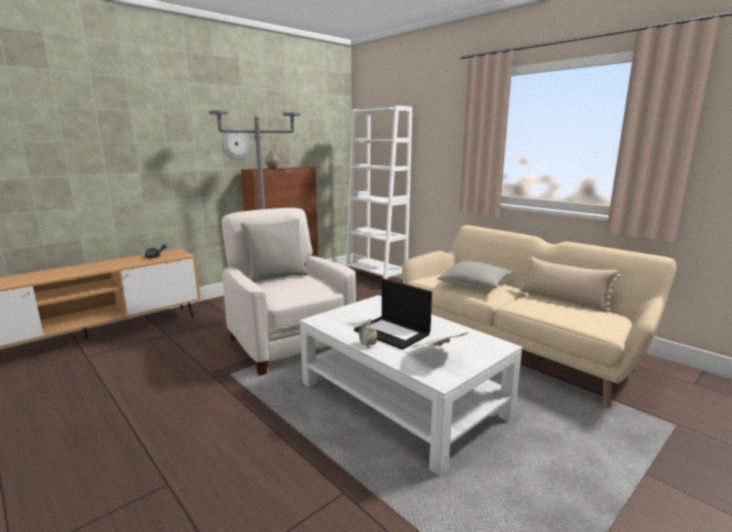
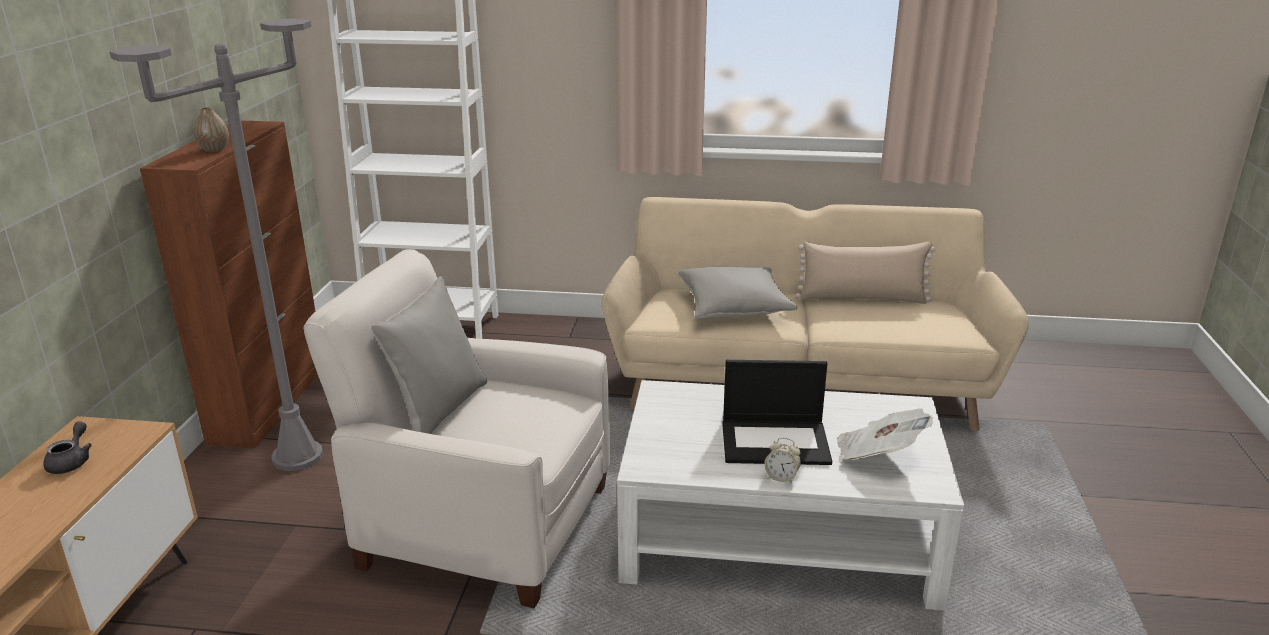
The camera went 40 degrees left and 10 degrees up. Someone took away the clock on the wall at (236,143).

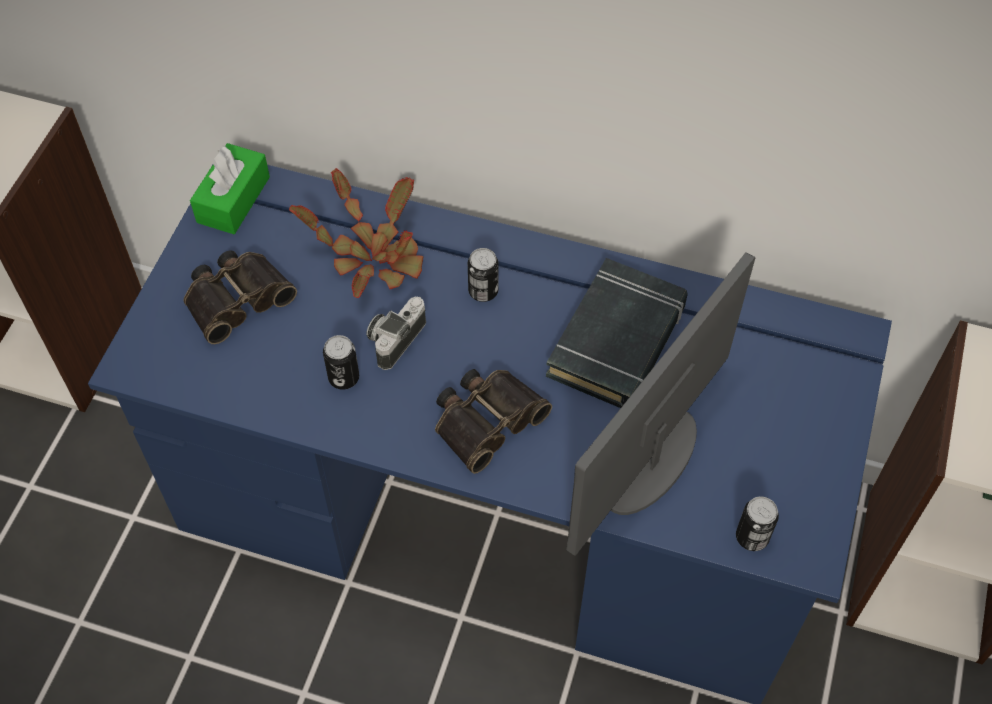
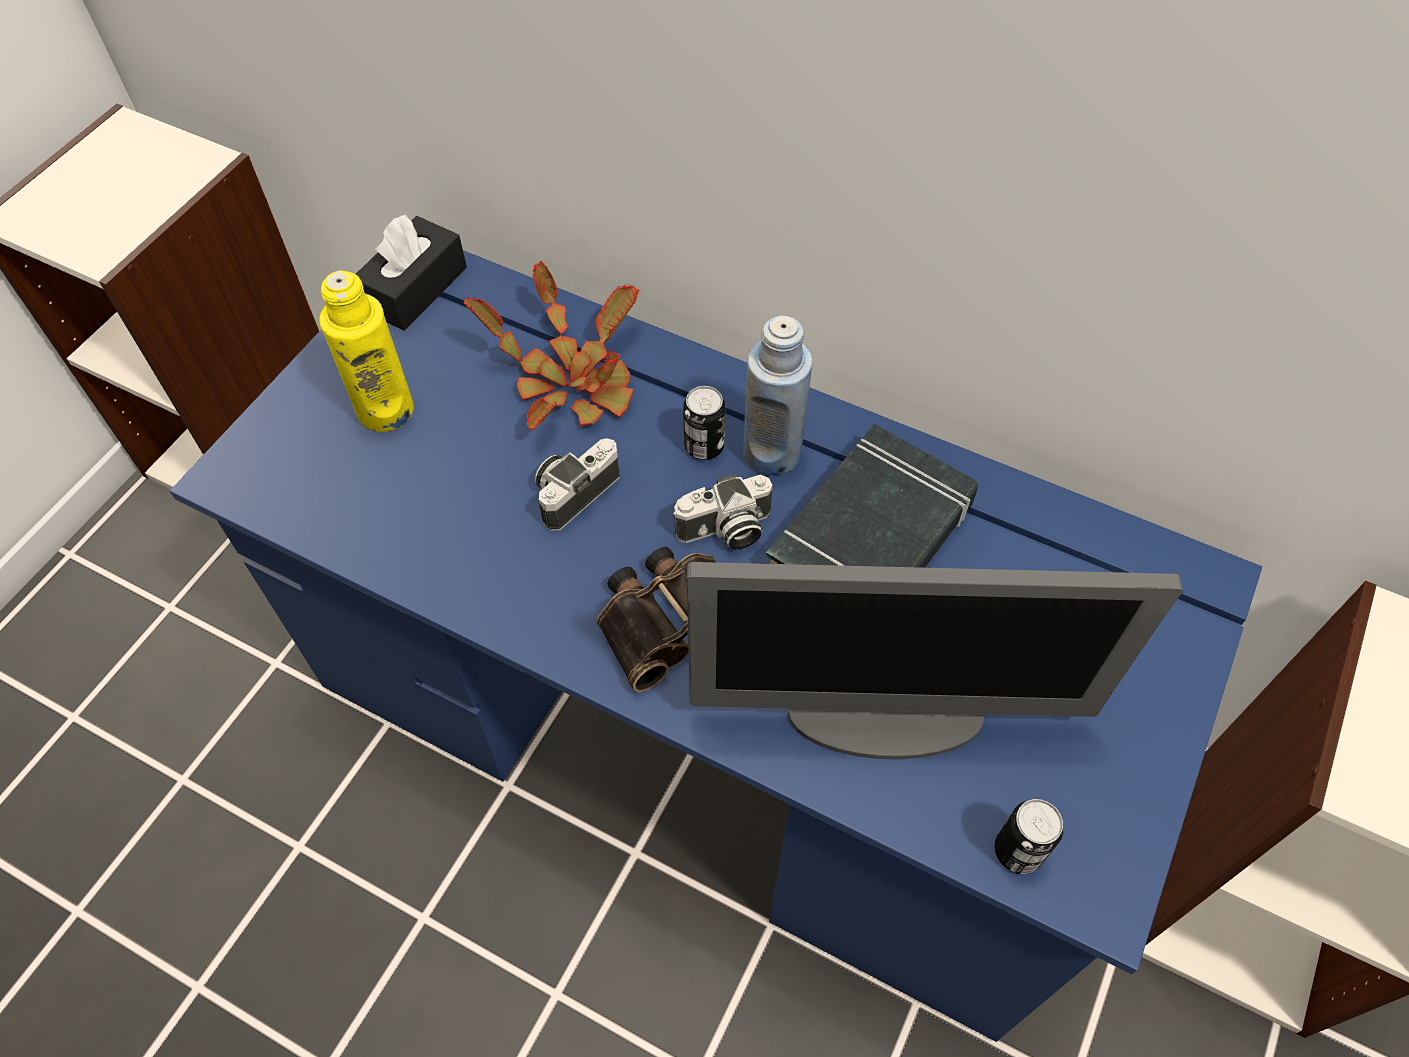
The camera went 10 degrees right and 0 degrees up. Someone swapped the field glasses at (236,298) for the yellow-coloured drink bottle at (385,410). Someone repainted the green-coloured tissue box at (233,199), which became the black-coloured tissue box at (415,288). Someone put down the photo camera at (725,531). Someone rotated the computer screen at (650,463) by 135 degrees counterclockwise. Someone put down the blue drink bottle at (772,452). Someone took away the metal can at (344,378).

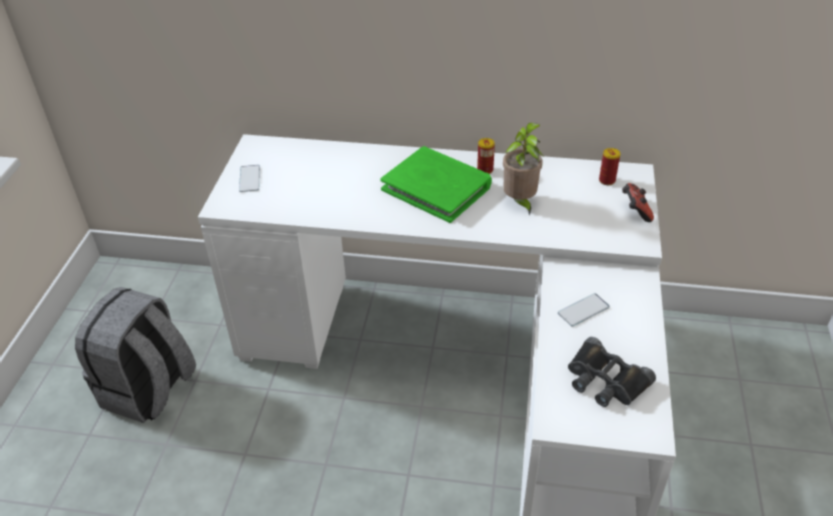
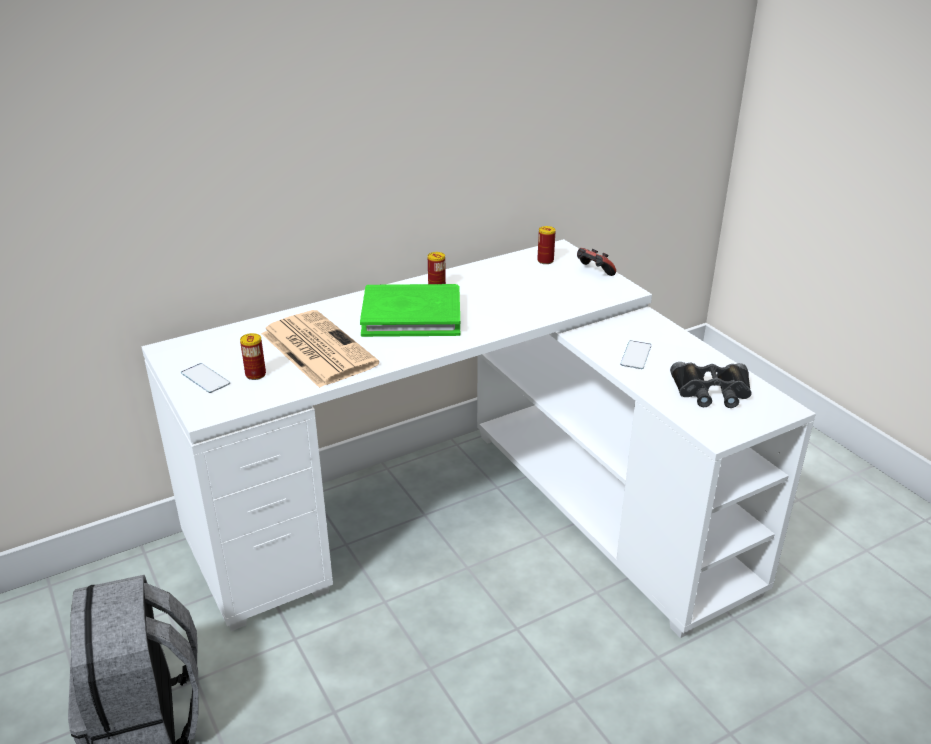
The camera went 40 degrees left and 10 degrees down. Someone put down the metal can at (255,374). Someone put down the printed paper at (316,348). Someone took away the plant in a pot at (520,202).

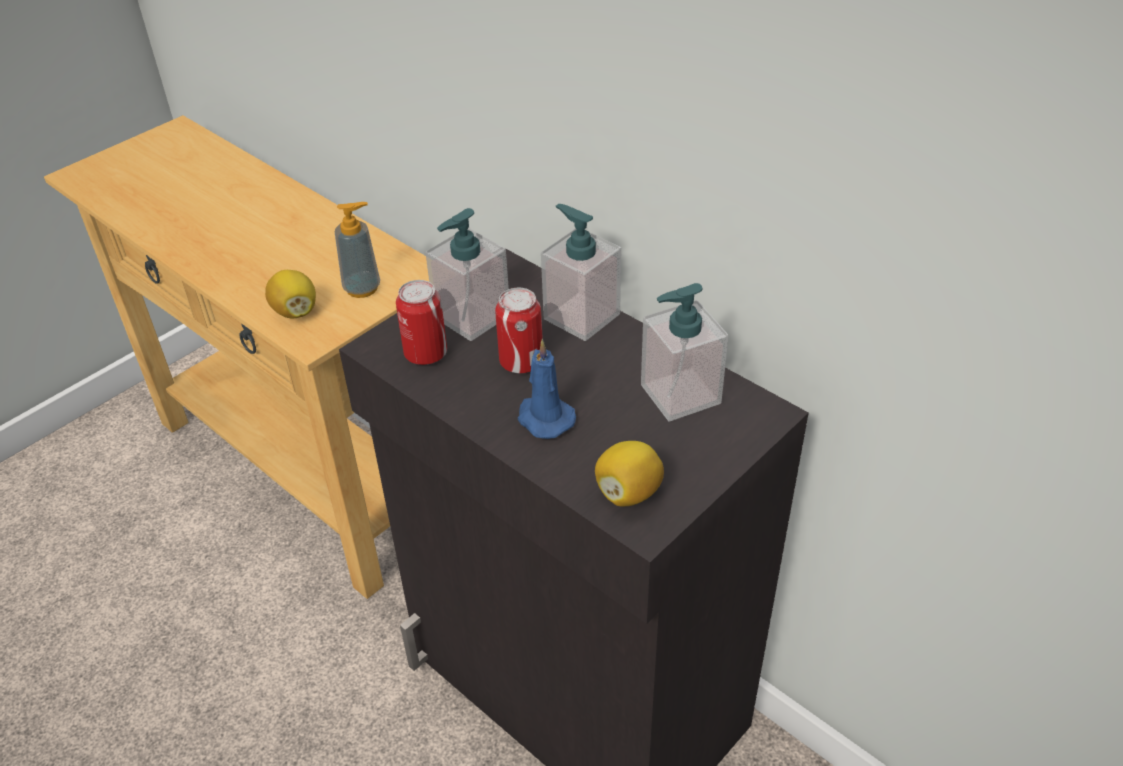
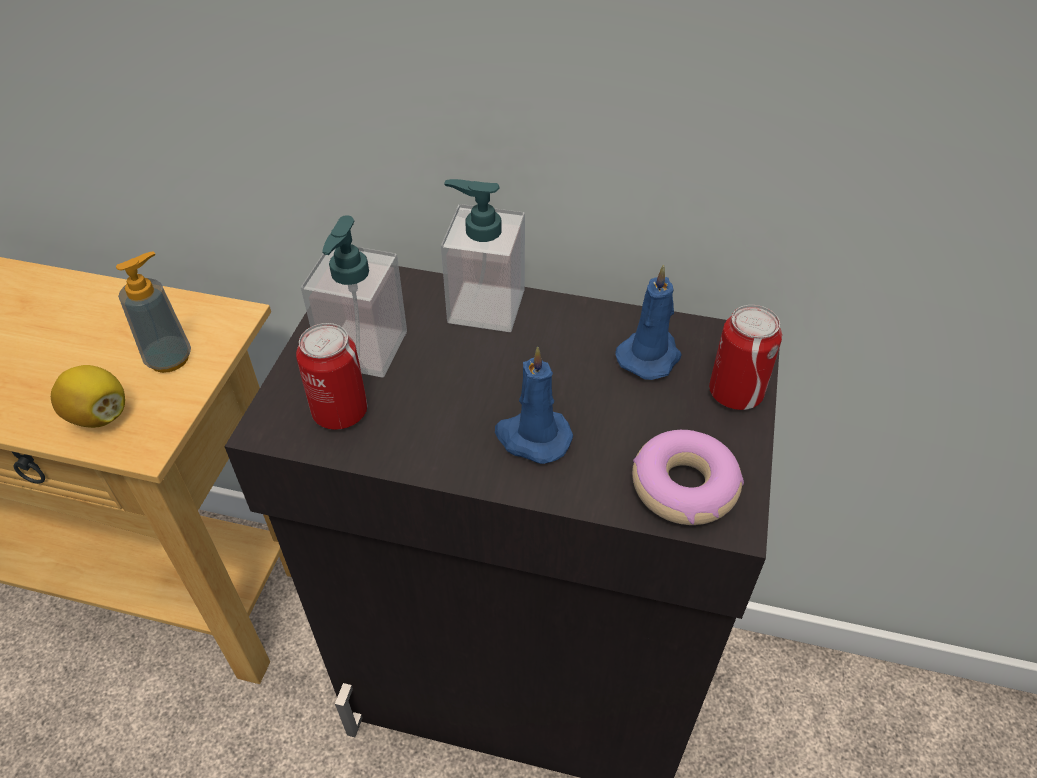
The camera went 30 degrees left and 5 degrees up. Someone swapped the soap dispenser at (680,394) for the blue candle at (650,355). Someone swapped the citrus fruit at (628,492) for the doughnut at (684,487). Someone carried the metal can from (521,362) to (735,393).

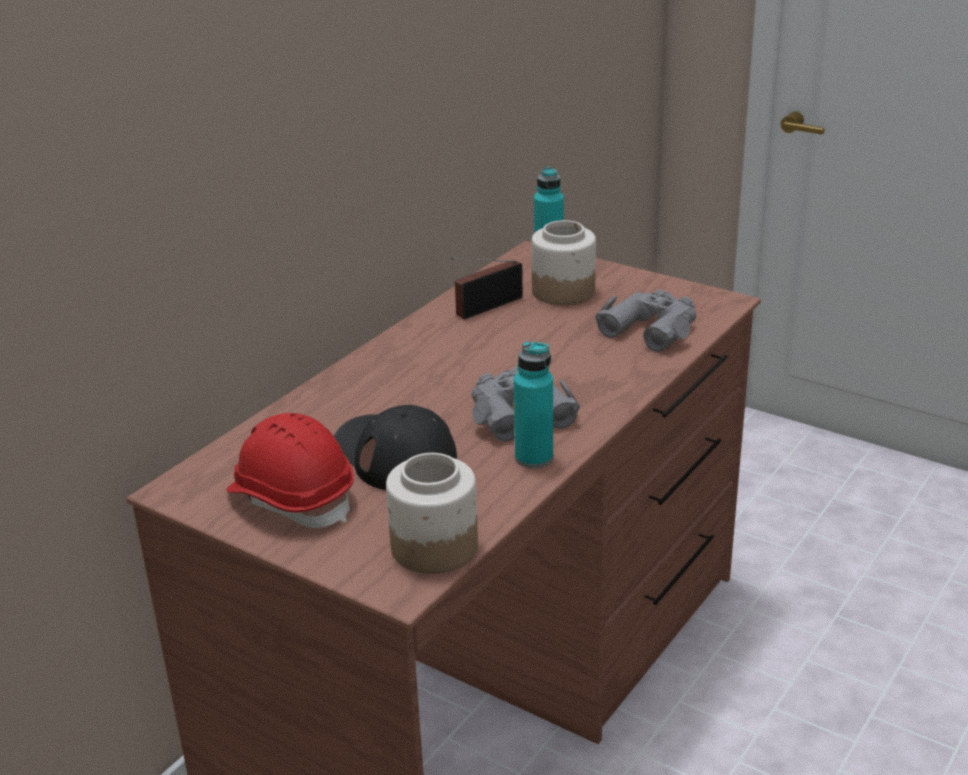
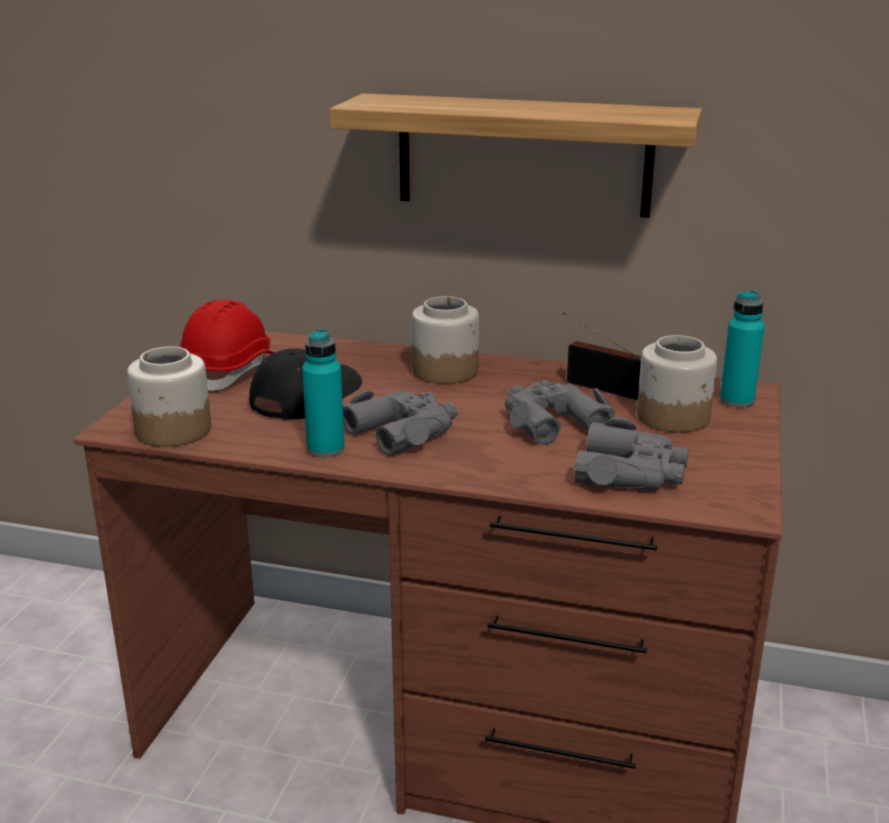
The camera went 70 degrees right and 5 degrees down. Someone put up the bracket shelf at (523,155). Someone put down the preserve jar at (445,371). Someone put down the gray field glasses at (551,421).

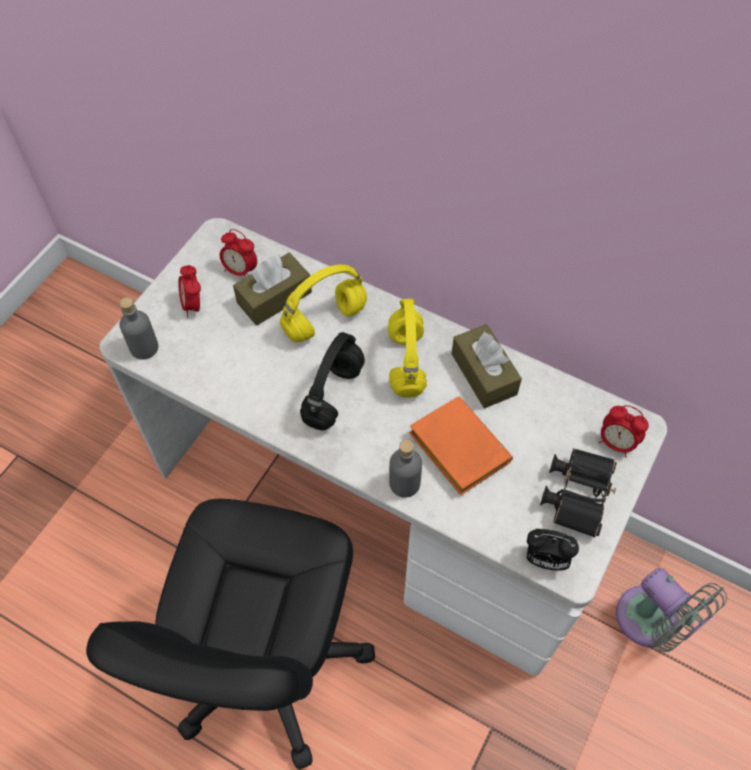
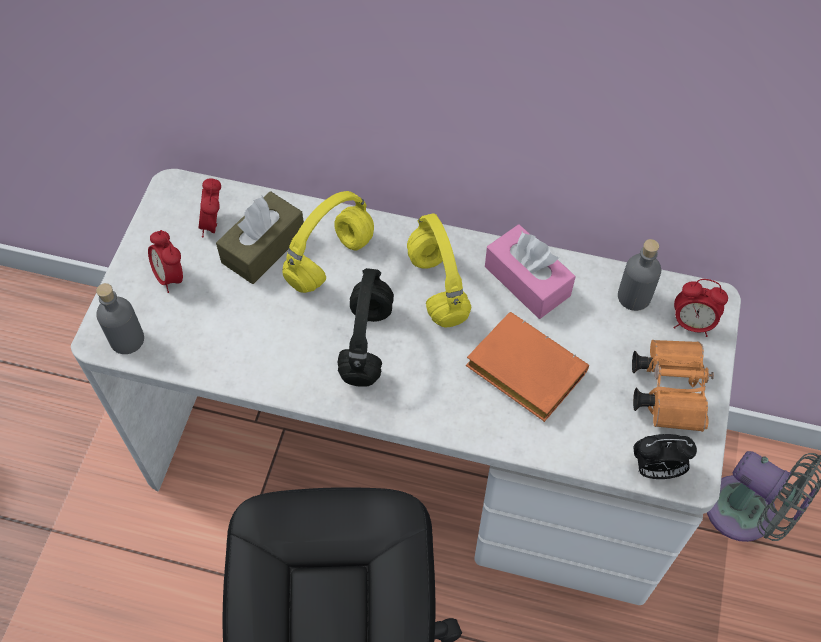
The camera went 15 degrees left and 0 degrees up. Someone rotated the alarm clock at (240,270) by 75 degrees clockwise. Someone repainted the brown tissue box at (483,374), which became the pinkish tissue box at (527,281). Someone carried the gray drink bottle from (404,483) to (634,296). Someone repainted the black-coloured field glasses at (577,494), which became the orange-coloured field glasses at (668,389).

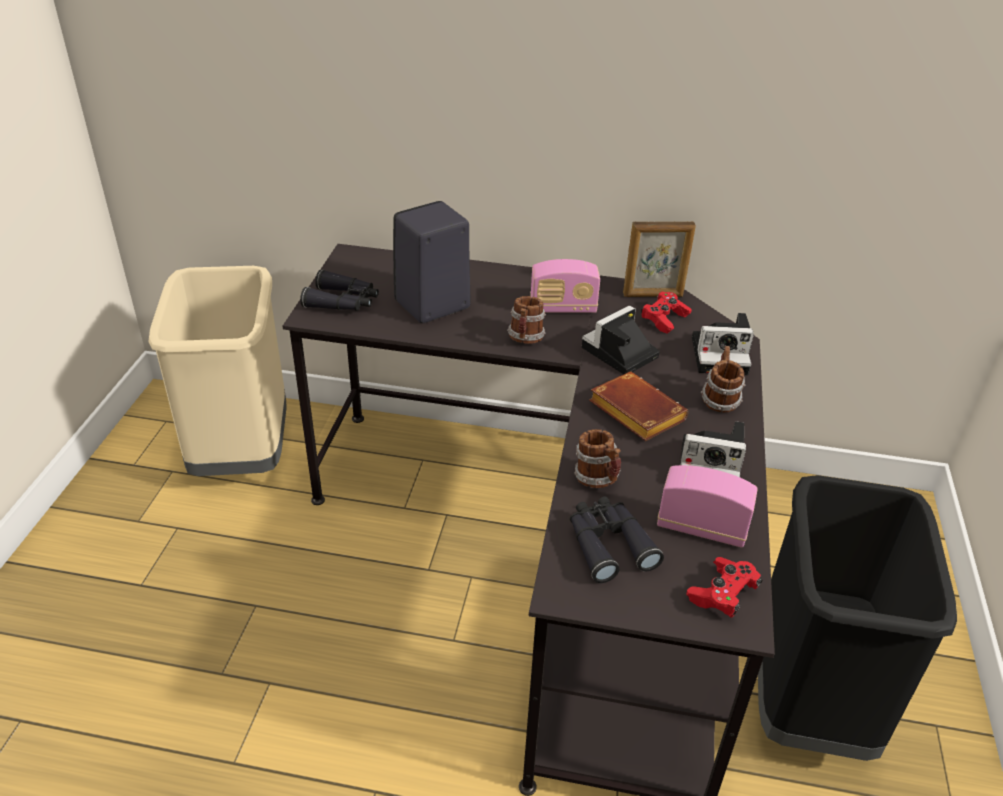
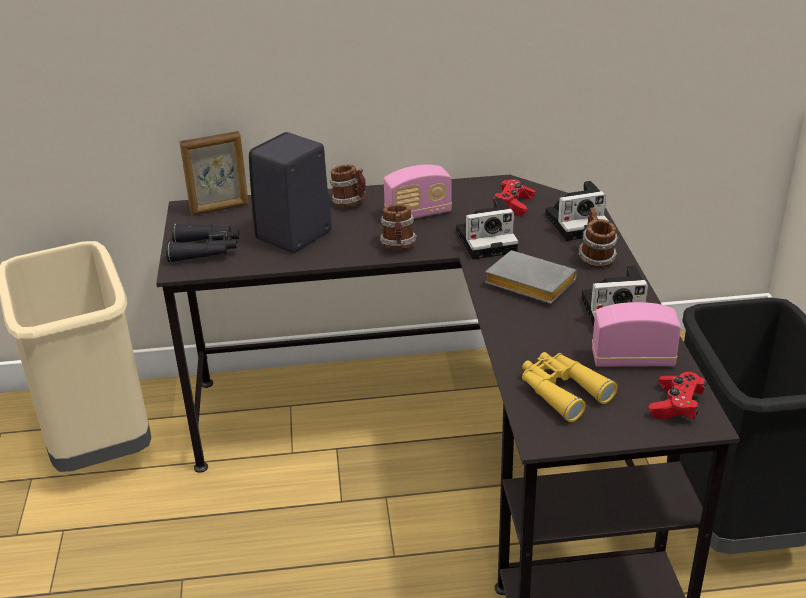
The camera went 15 degrees left and 5 degrees down. Someone carried the photo frame from (653,295) to (220,209). Someone carried the coffee mug from (598,479) to (350,203). Someone rotated the photo camera at (618,354) by 135 degrees counterclockwise. Someone repainted the brown bound book at (633,412), which became the gray bound book at (527,284). Someone repainted the black-coloured field glasses at (608,544), which became the yellow-coloured field glasses at (562,391).

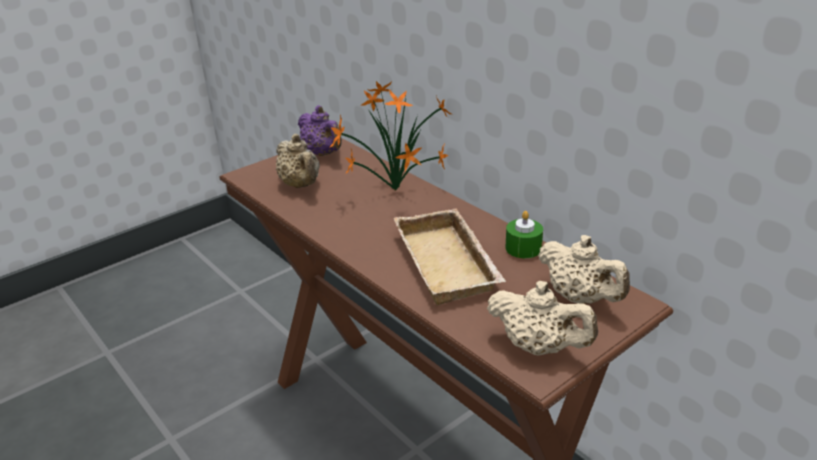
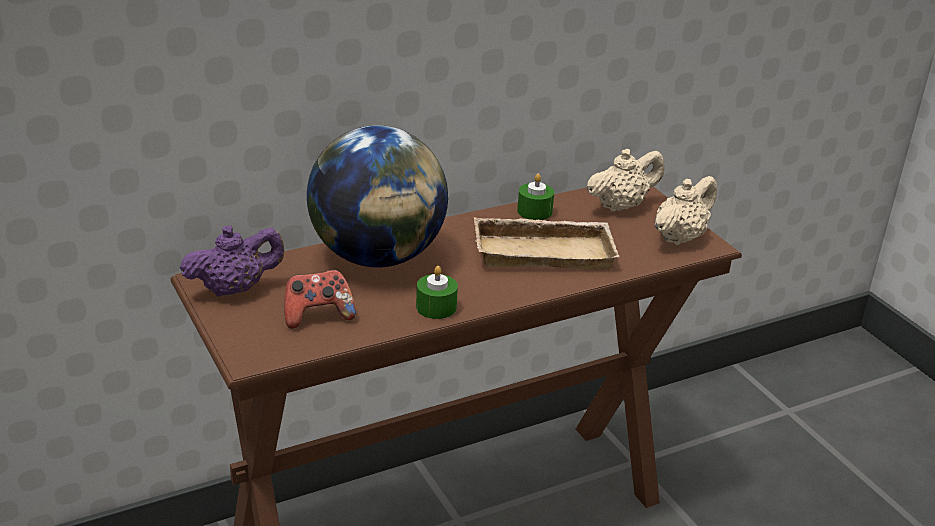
The camera went 80 degrees left and 0 degrees up. Someone swapped the beige pot for tea at (301,185) for the gamepad at (318,315). Someone swapped the plant in a pot at (392,191) for the world globe at (377,257). Someone put down the green-coloured candle at (436,307).

